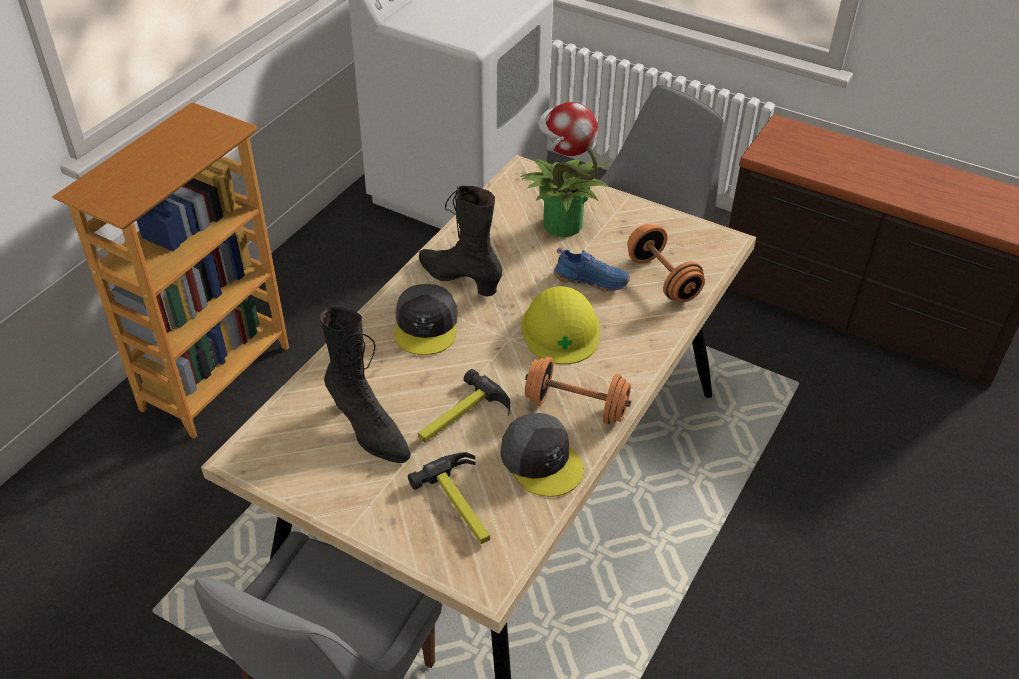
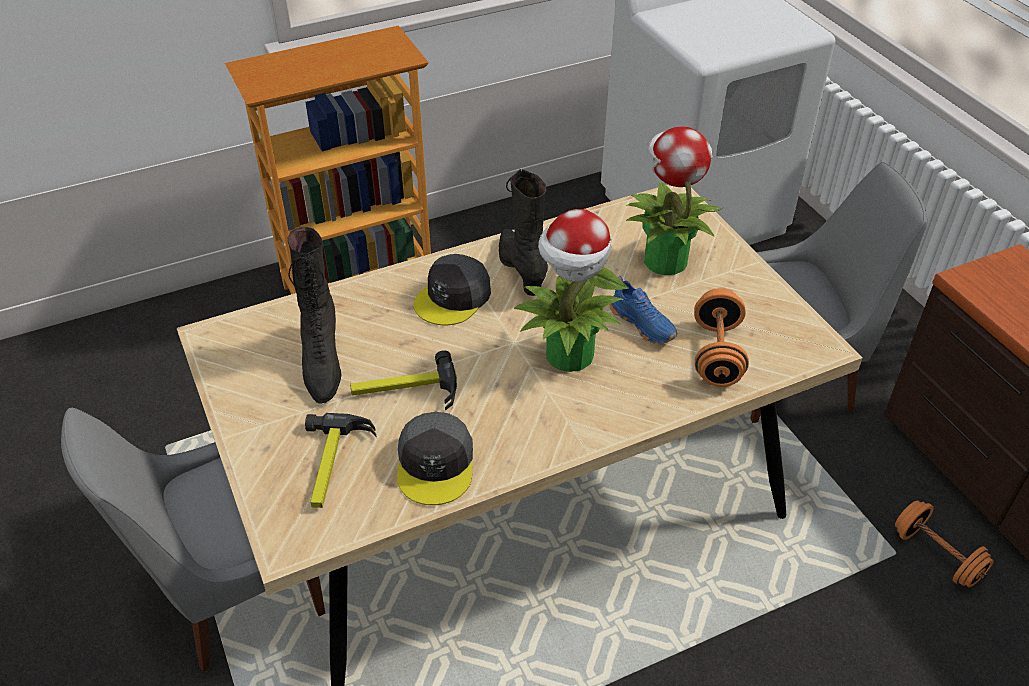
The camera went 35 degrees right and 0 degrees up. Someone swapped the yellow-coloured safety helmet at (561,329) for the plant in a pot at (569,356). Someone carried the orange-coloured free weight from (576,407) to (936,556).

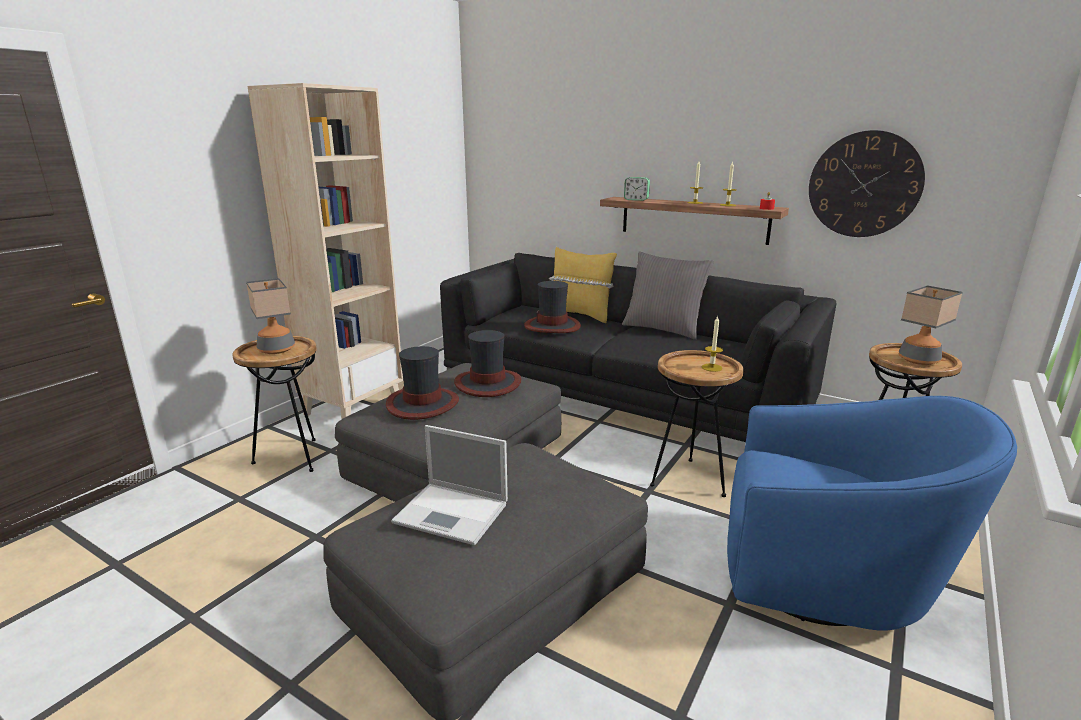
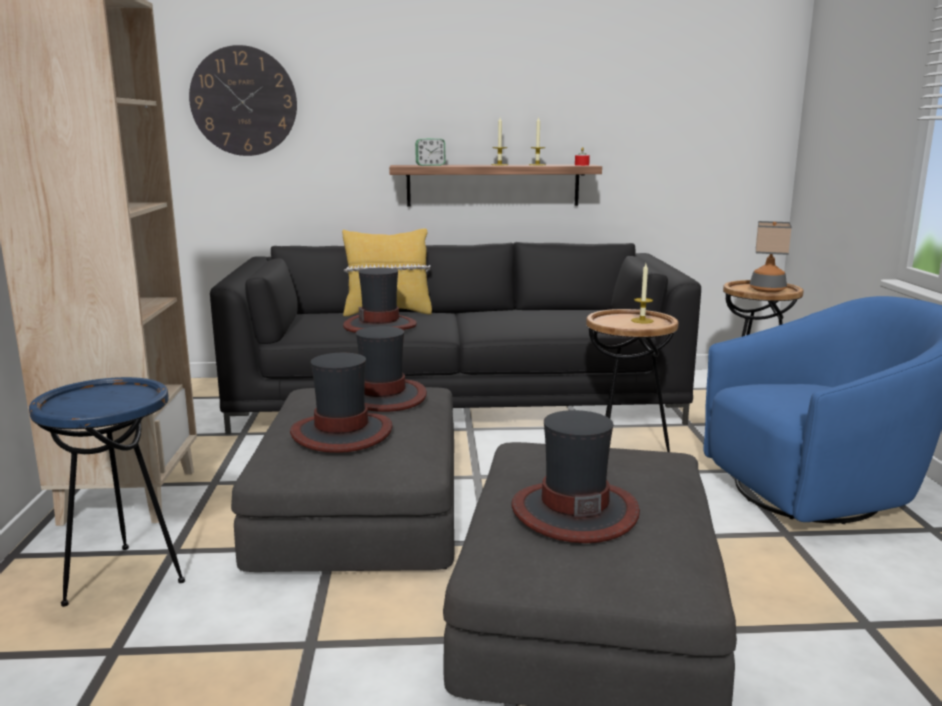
The camera went 35 degrees left and 5 degrees down. Someone repainted the brown accent table at (293,457), which became the blue accent table at (125,576). Someone carried the clock on the wall from (864,185) to (243,101). Someone swapped the notebook computer at (453,513) for the wearable hat at (574,511). Someone took away the lamp for a table at (276,350). Someone took away the gray cushion at (663,329).

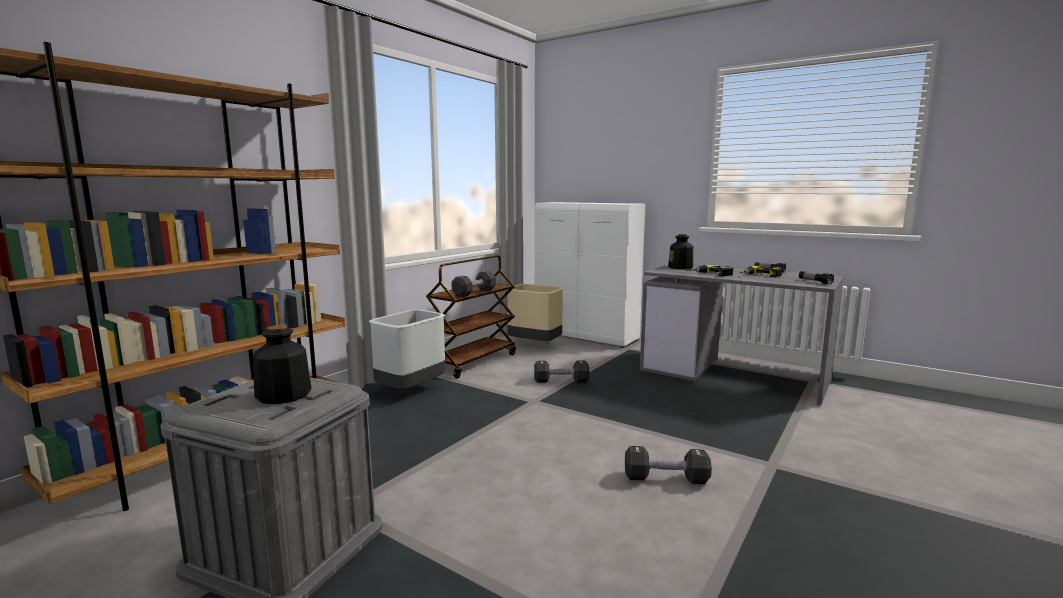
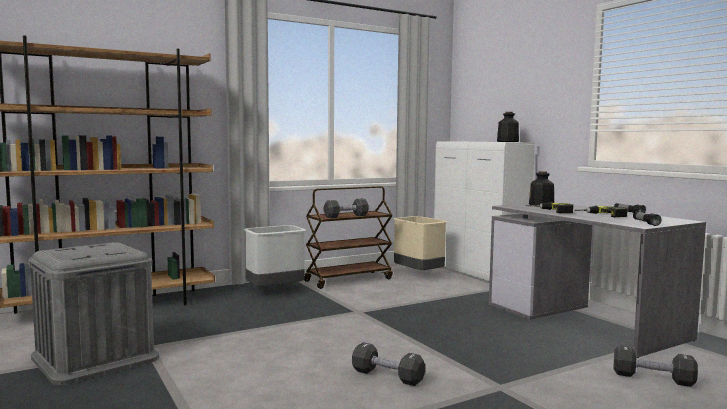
The camera went 25 degrees right and 5 degrees down. Someone carried the drink bottle from (283,395) to (507,142). Someone carried the black-coloured free weight from (561,381) to (653,378).

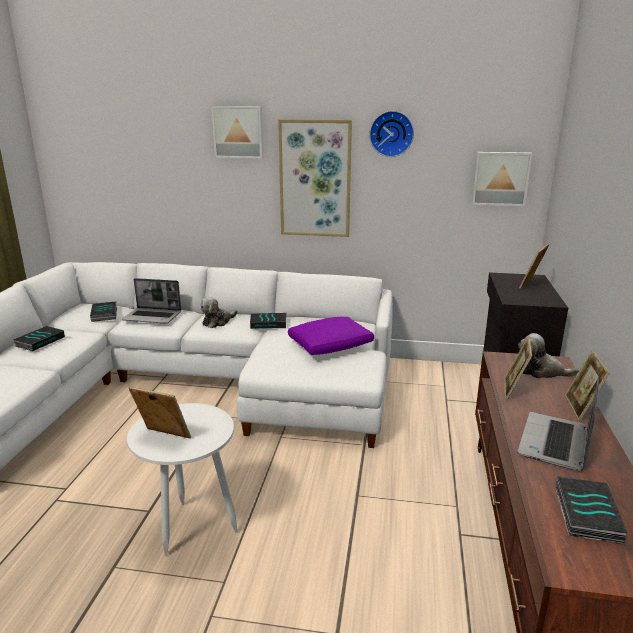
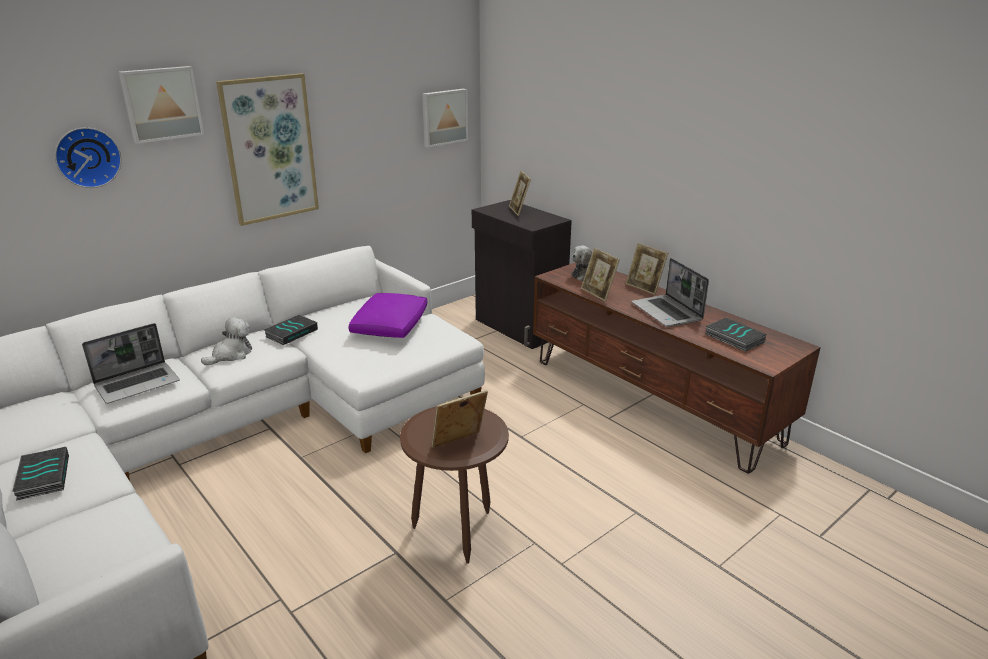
The camera went 50 degrees left and 5 degrees up. Someone carried the clock on the wall from (391,134) to (87,157). Someone rotated the soft toy at (218,322) by 135 degrees counterclockwise. Someone repainted the white-coloured accent table at (192,532), which became the brown accent table at (457,537). Someone took away the bound book at (105,314).

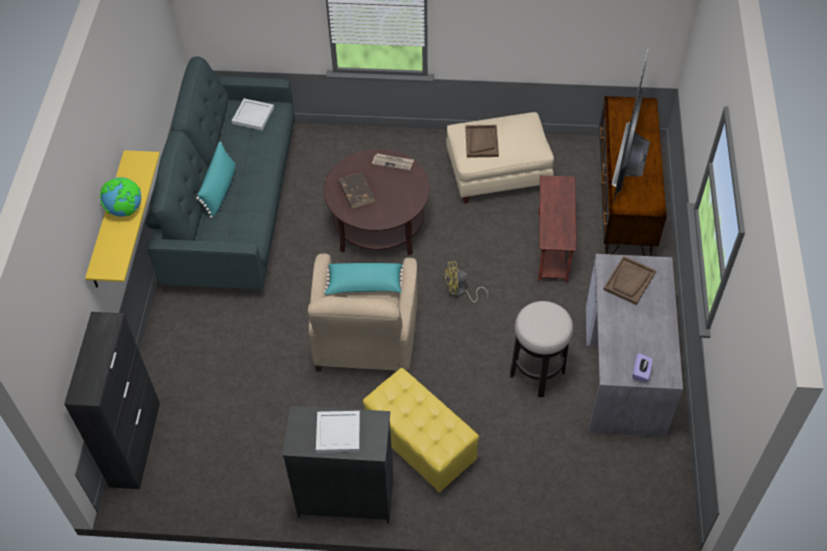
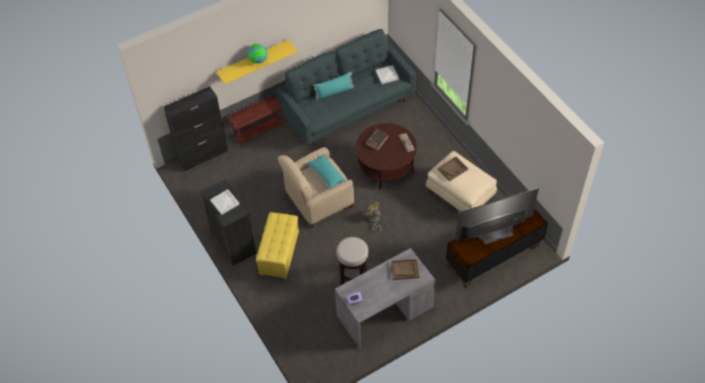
The camera went 55 degrees right and 0 degrees up. Someone carried the brown accent table from (552,247) to (258,132).

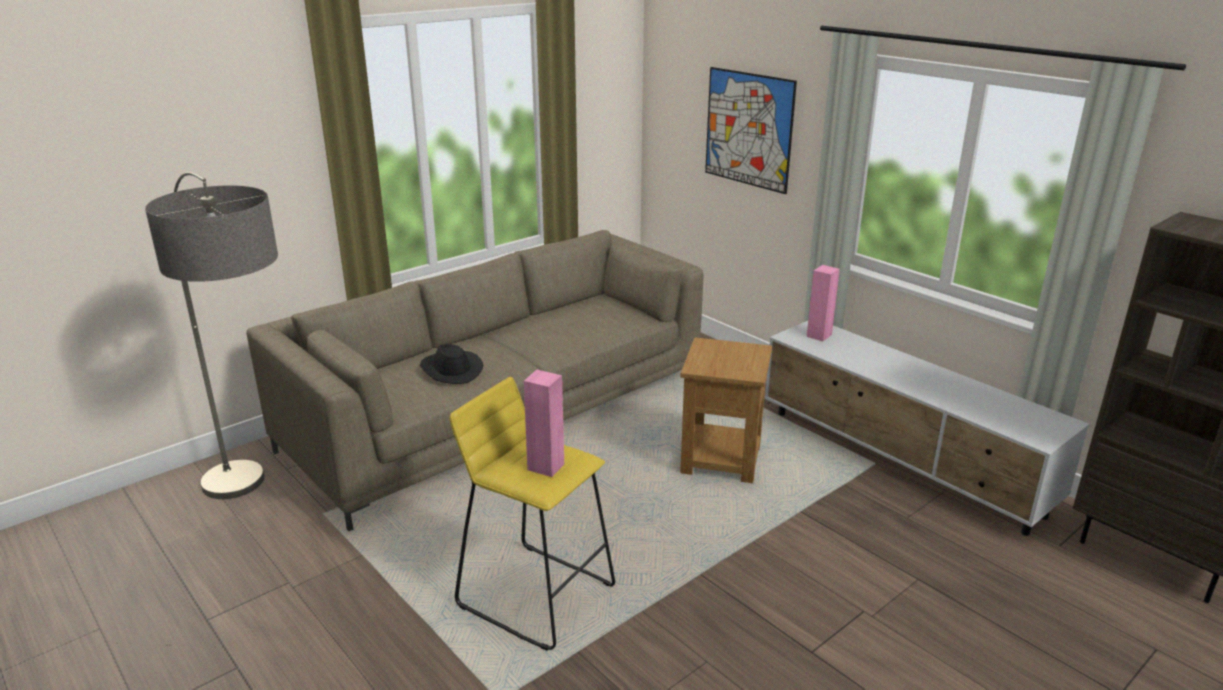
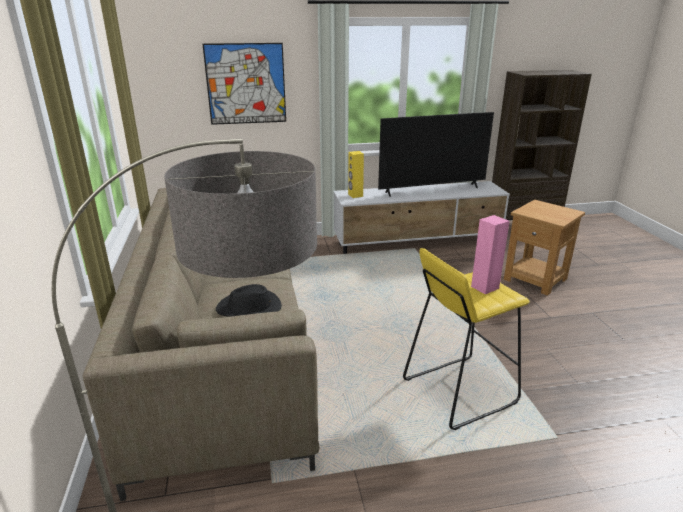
The camera went 60 degrees left and 0 degrees up. Someone repainted the pinkish loudspeaker at (818,335), which became the yellow-coloured loudspeaker at (355,195). Someone put down the TV set at (432,190). Someone carried the brown accent table from (721,460) to (536,279).

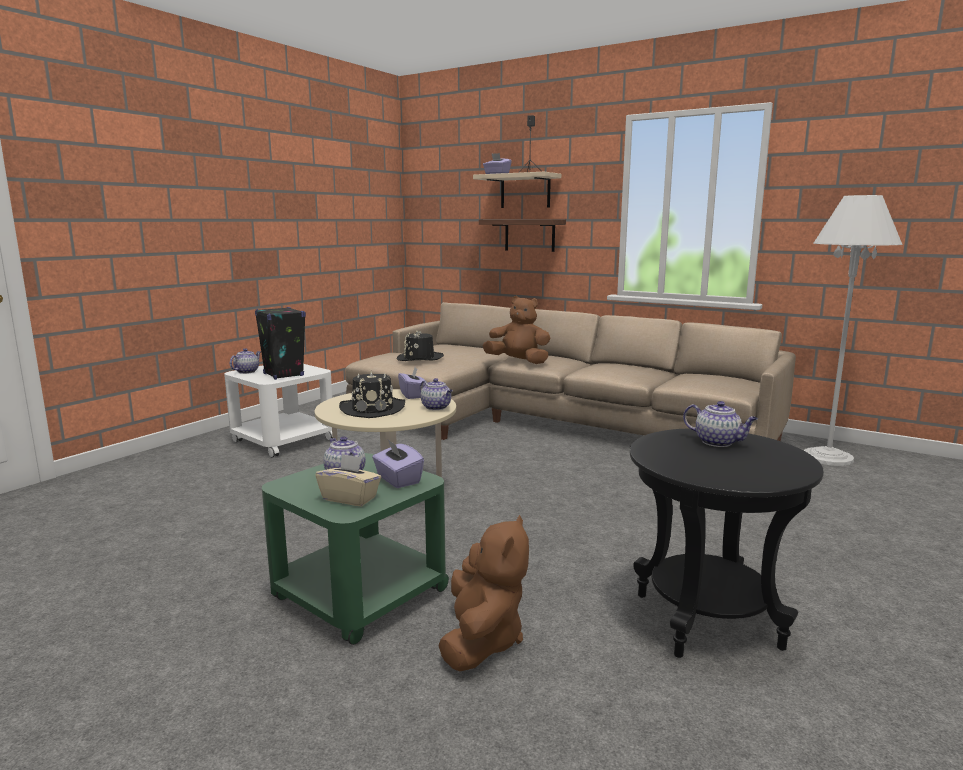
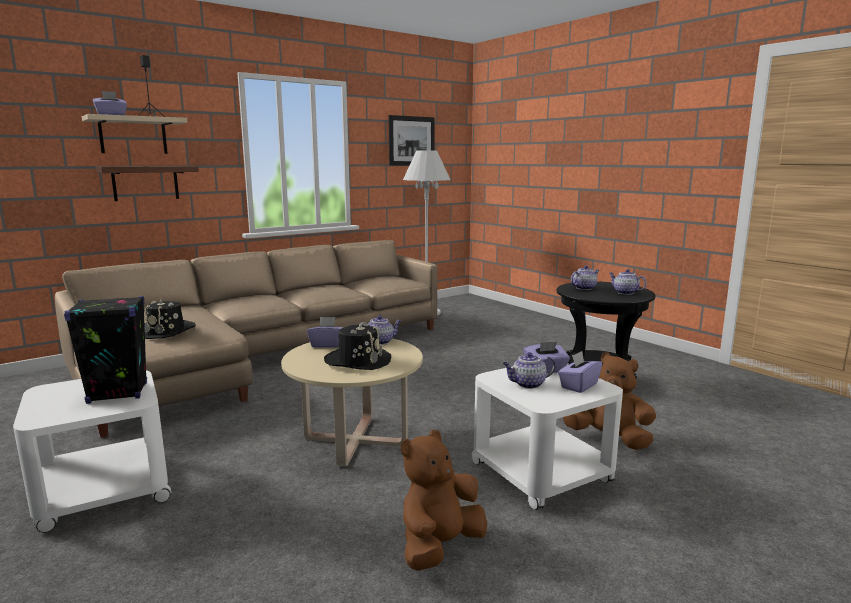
The camera went 70 degrees left and 0 degrees up. Someone put up the wall picture at (411,141). Someone carried the brown soft toy from (518,362) to (440,546). Someone repainted the green-coloured accent table at (359,595), which became the white-coloured accent table at (542,473). Someone repainted the beige tissue box at (350,498), which became the purple-coloured tissue box at (578,385). Someone carried the pot for tea from (247,371) to (625,292).

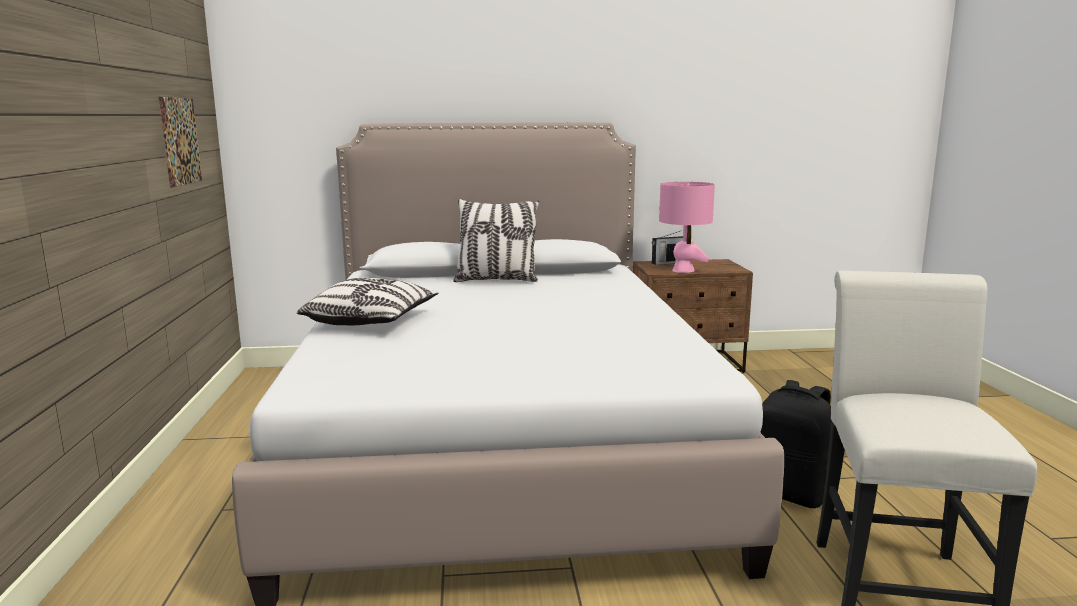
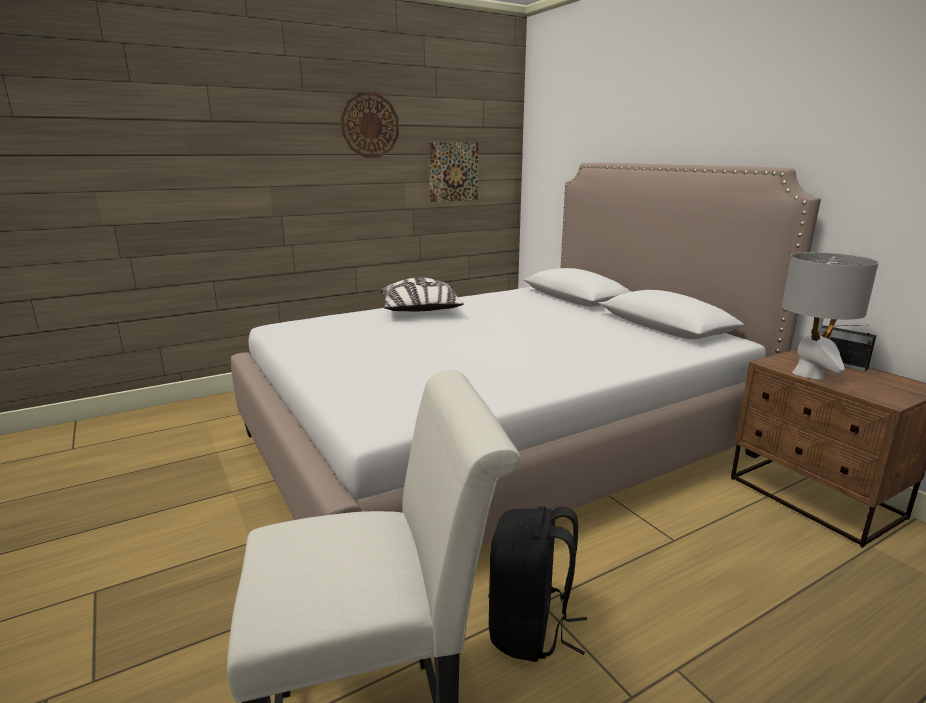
The camera went 65 degrees right and 5 degrees up. Someone put up the clock on the wall at (370,125). Someone repainted the pinkish lamp for a table at (683,270), which became the gray lamp for a table at (808,374). Someone took away the cushion at (496,280).

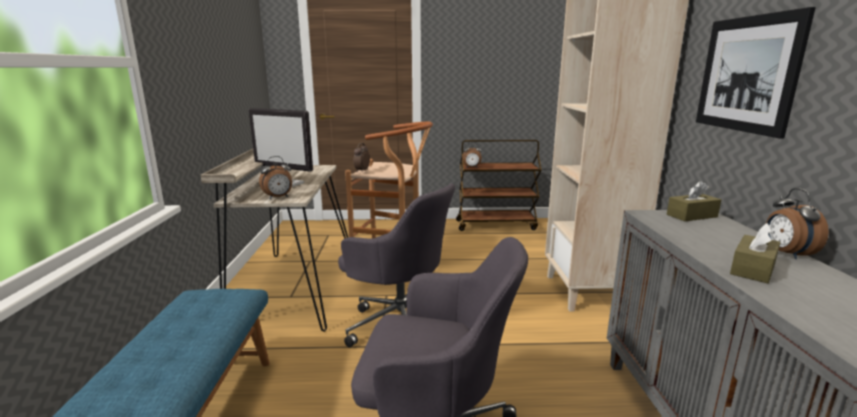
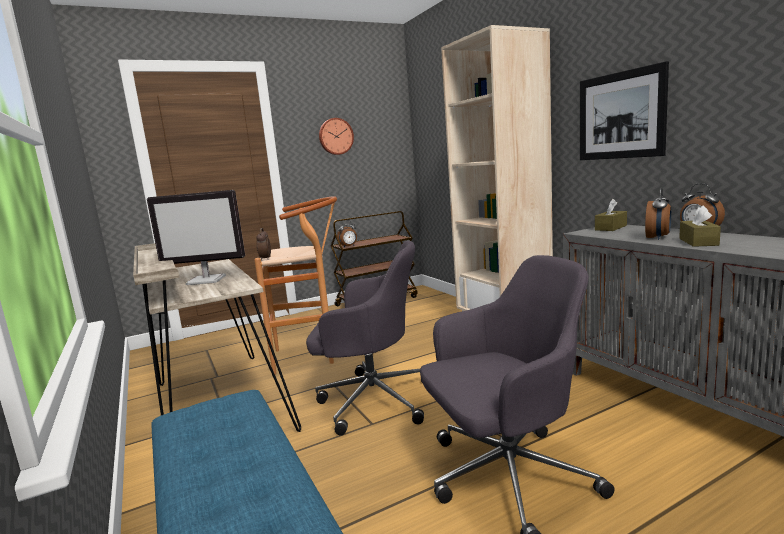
The camera went 25 degrees left and 5 degrees down. Someone put up the clock on the wall at (335,136). Someone carried the alarm clock from (278,197) to (658,238).

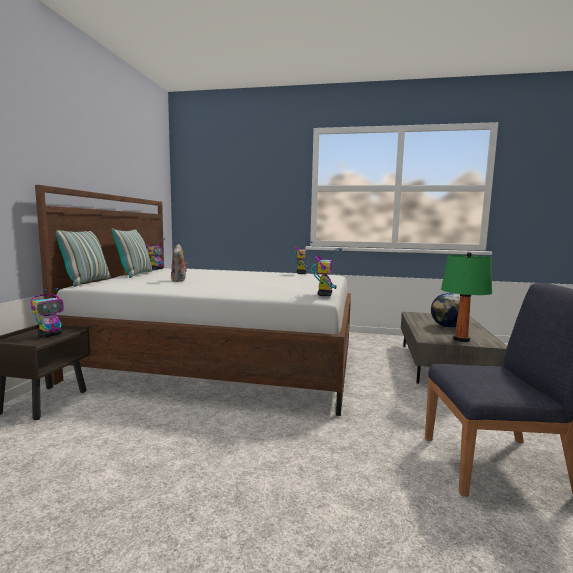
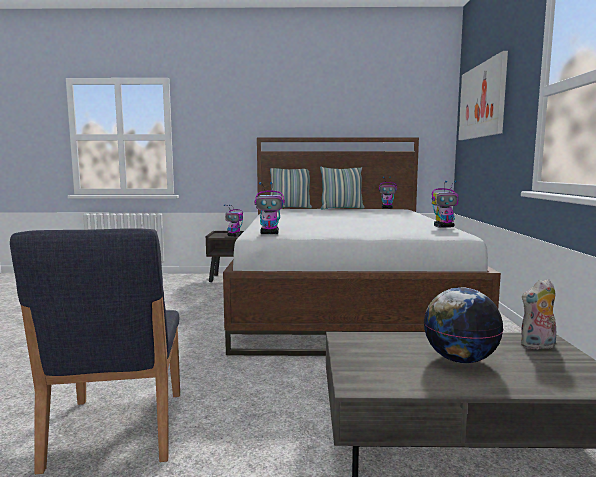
The camera went 80 degrees right and 0 degrees up. Someone put up the wall picture at (482,101). Someone carried the soft toy from (179,280) to (538,346). Someone took away the green-coloured lamp for a table at (461,339).

